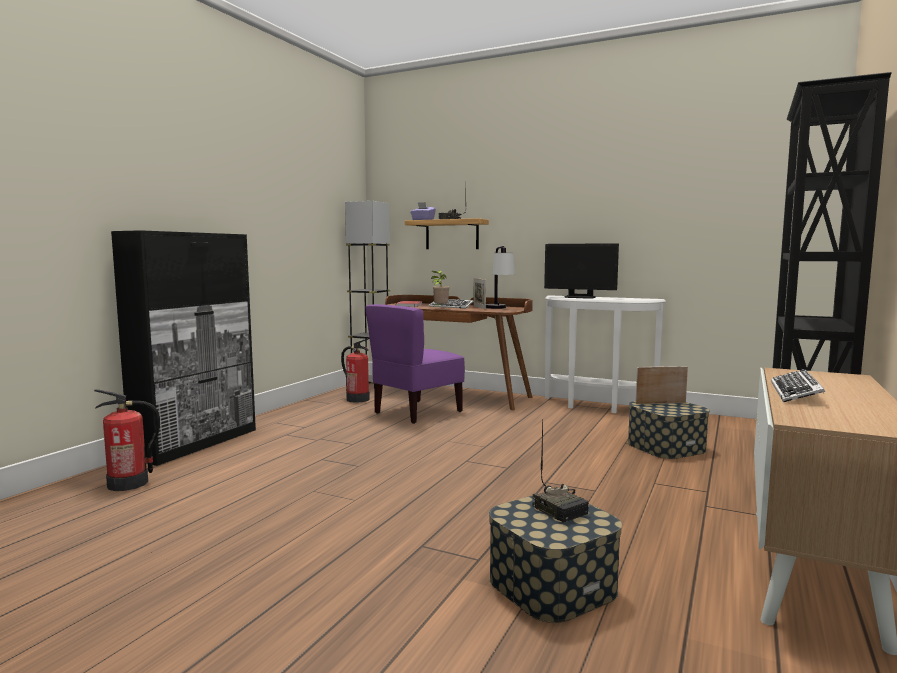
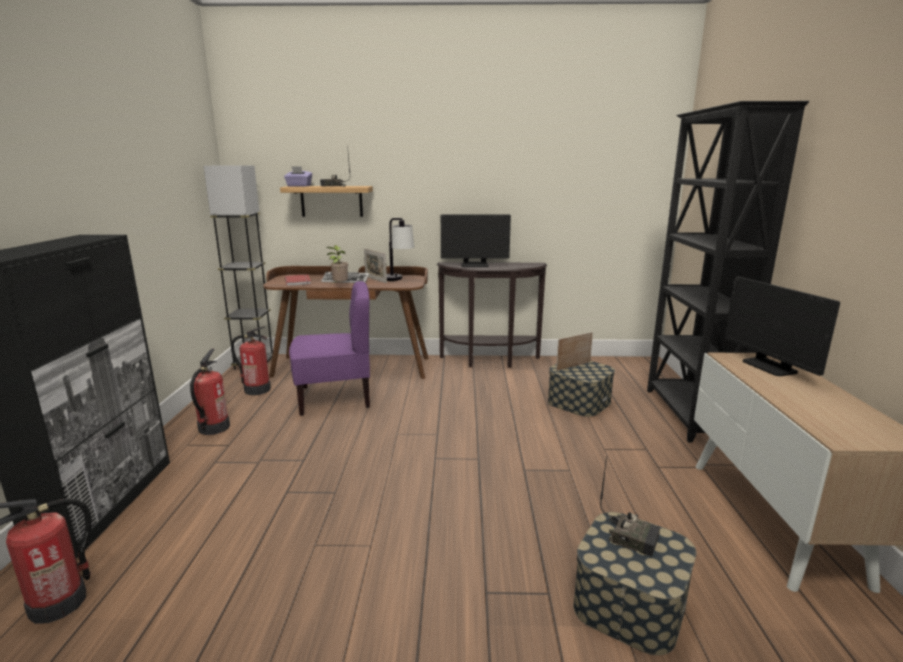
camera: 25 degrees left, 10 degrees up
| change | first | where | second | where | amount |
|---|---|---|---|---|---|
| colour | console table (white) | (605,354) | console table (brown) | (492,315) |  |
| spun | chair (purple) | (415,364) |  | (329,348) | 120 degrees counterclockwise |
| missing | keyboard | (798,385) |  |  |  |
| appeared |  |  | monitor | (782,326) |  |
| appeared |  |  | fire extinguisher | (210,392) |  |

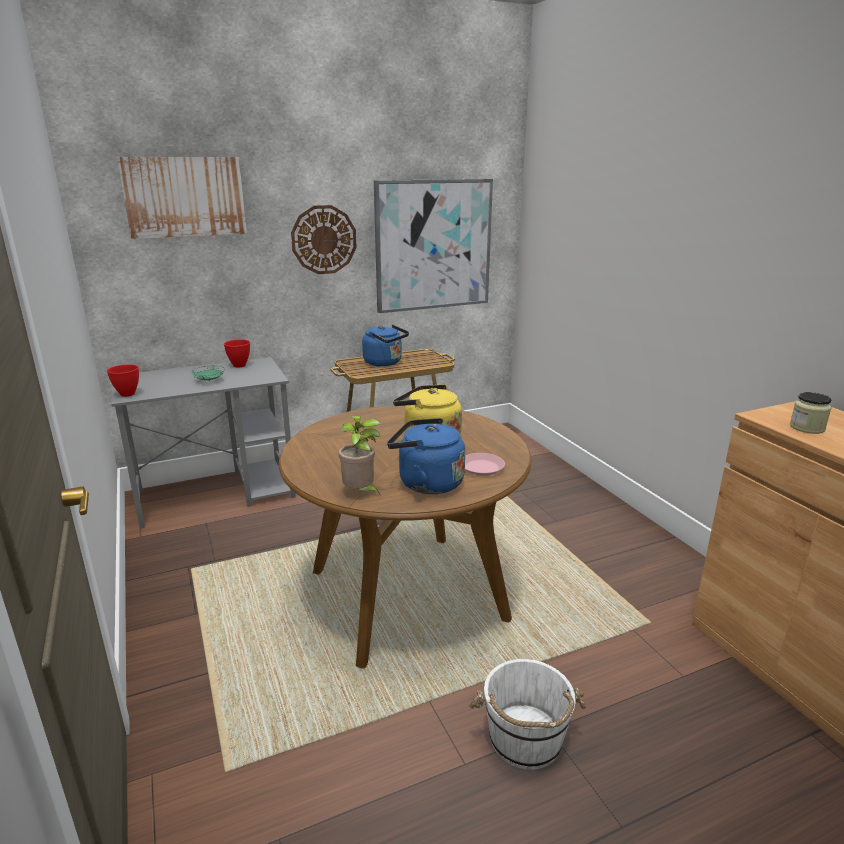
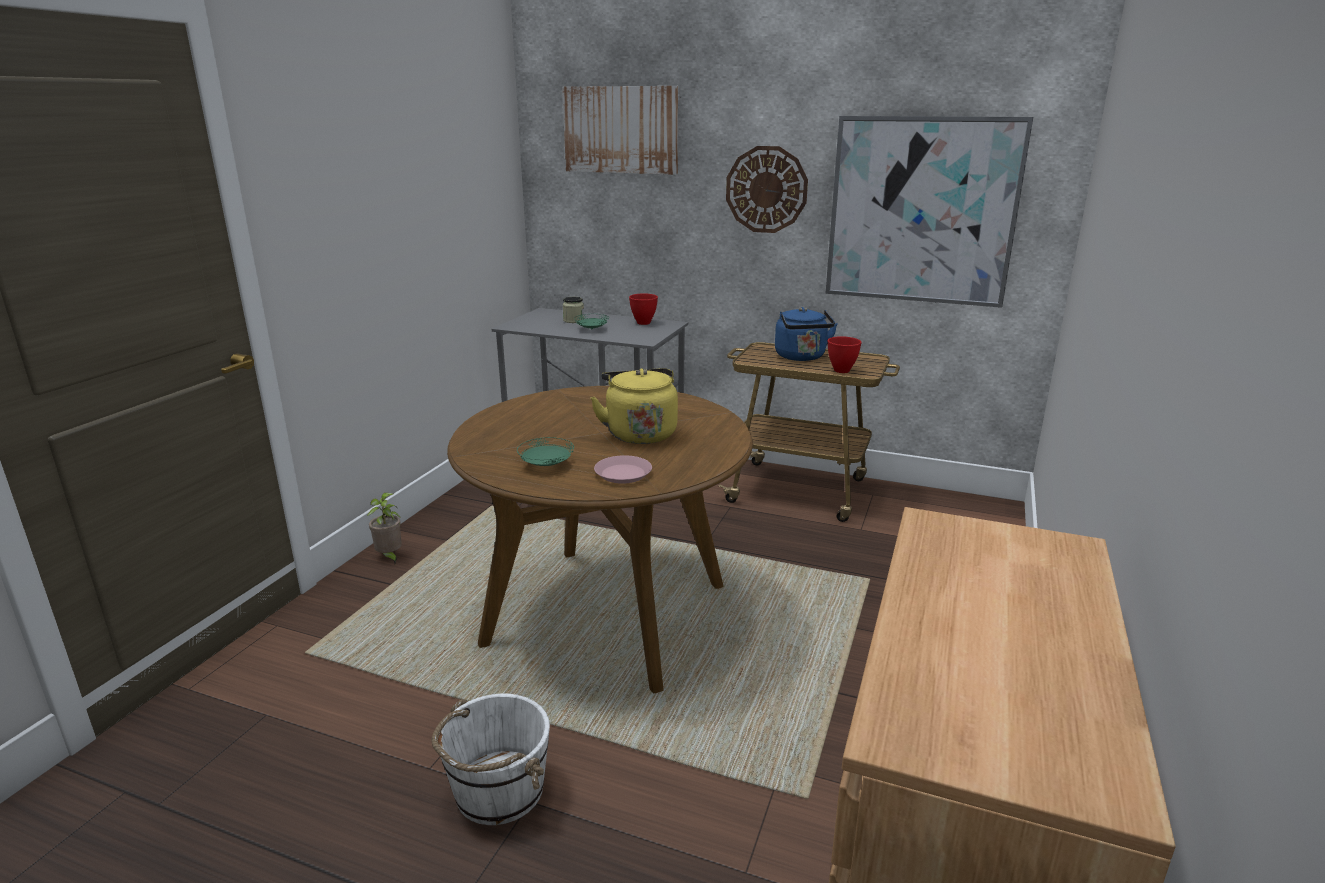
camera: 45 degrees right, 0 degrees up
| change | first | where | second | where | amount |
|---|---|---|---|---|---|
| relocated | bowl (red) | (123,380) |  | (845,354) |  |
| relocated | jar | (811,413) |  | (573,310) |  |
| relocated | potted plant | (360,455) |  | (384,528) |  |
| exchanged | kettle (blue) | (426,456) | plate (green) | (545,451) |  |

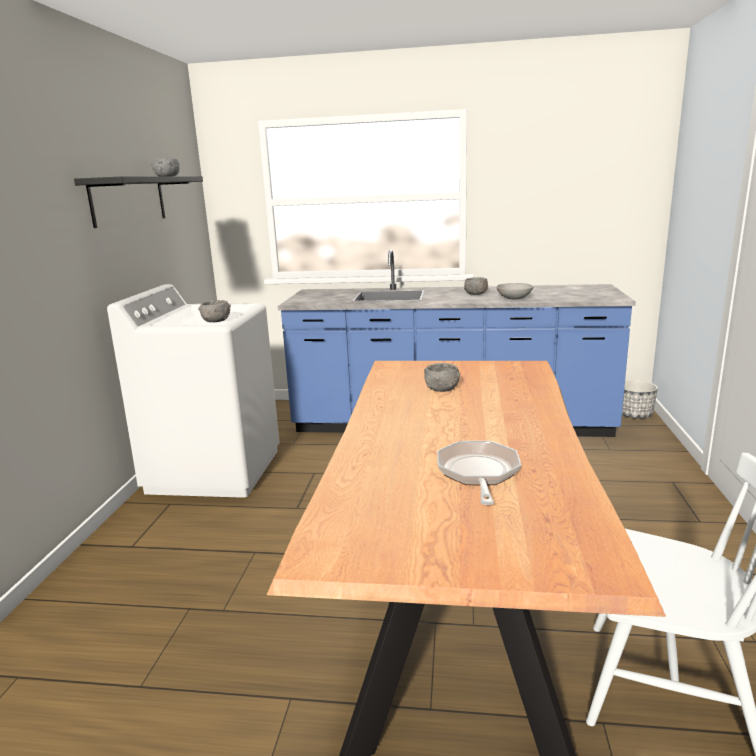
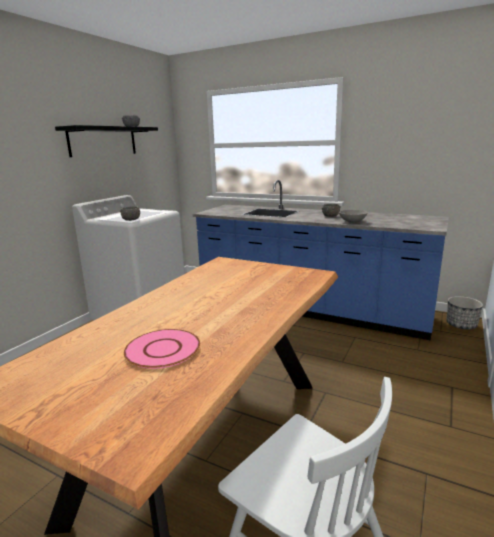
camera: 20 degrees right, 0 degrees up
| change | first | where | second | where | amount |
|---|---|---|---|---|---|
| missing | bowl (grey) | (442,377) |  |  |  |
| exchanged | frying pan | (479,473) | plate (pink) | (162,349) |  |

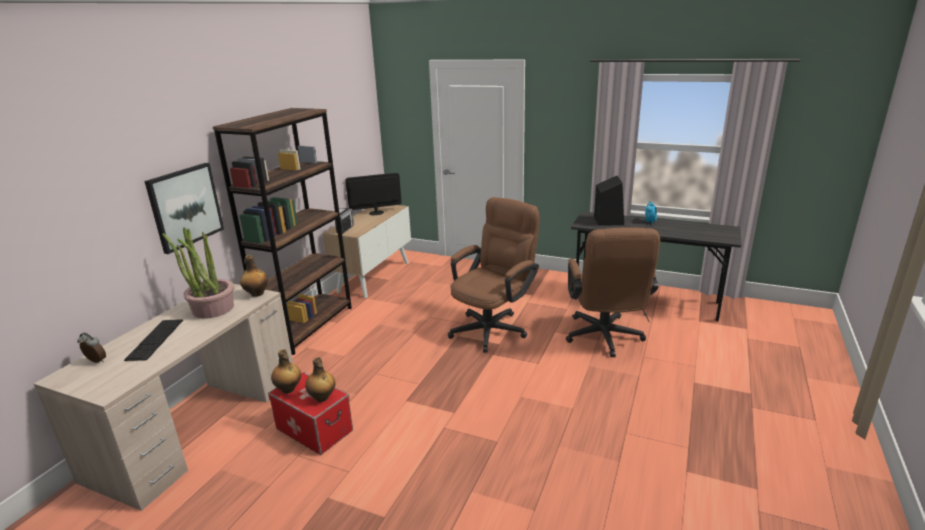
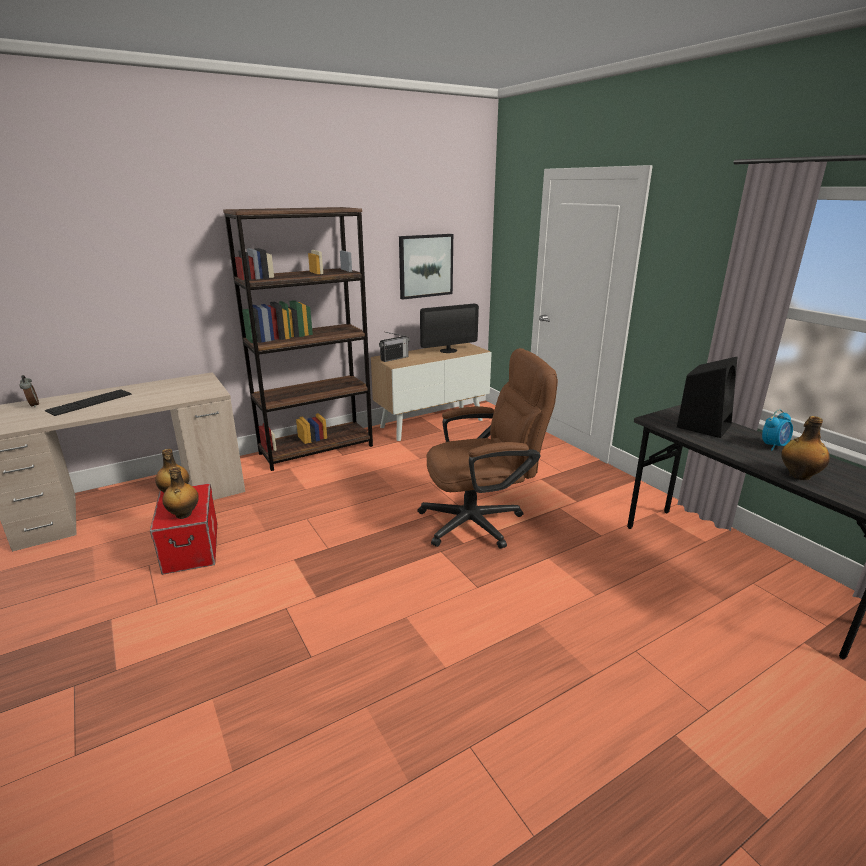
camera: 35 degrees right, 0 degrees up
| change | first | where | second | where | amount |
|---|---|---|---|---|---|
| relocated | picture | (184,208) |  | (426,267) |  |
| spun | monitor | (373,194) |  | (449,328) | 135 degrees clockwise |
| missing | potted plant | (198,273) |  |  |  |
| missing | office chair (brown) | (613,292) |  |  |  |
| relocated | bottle | (254,276) |  | (805,448) |  |

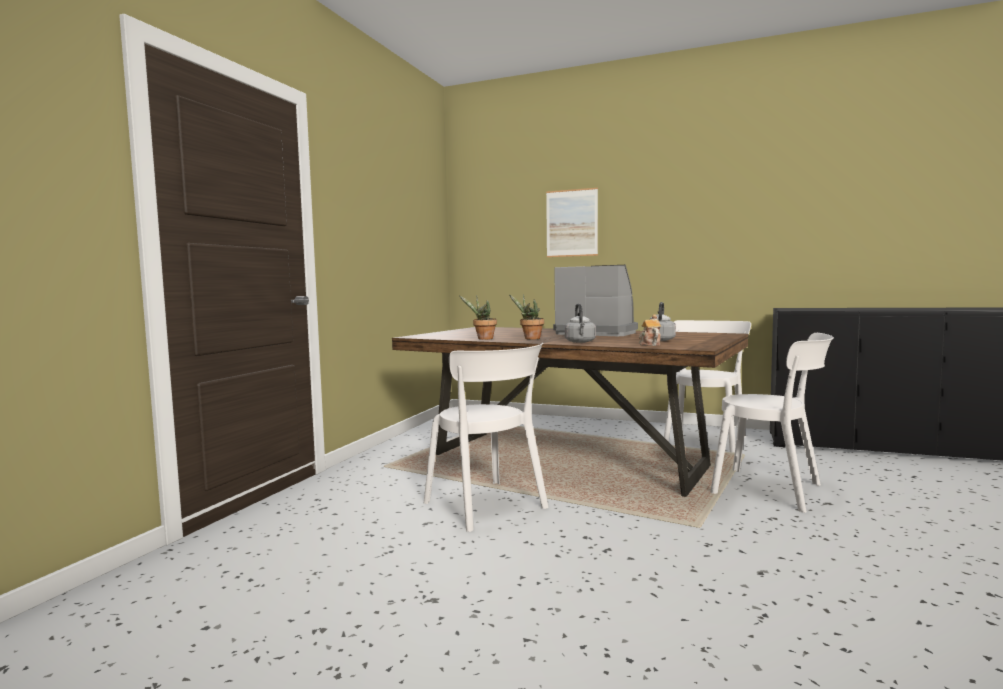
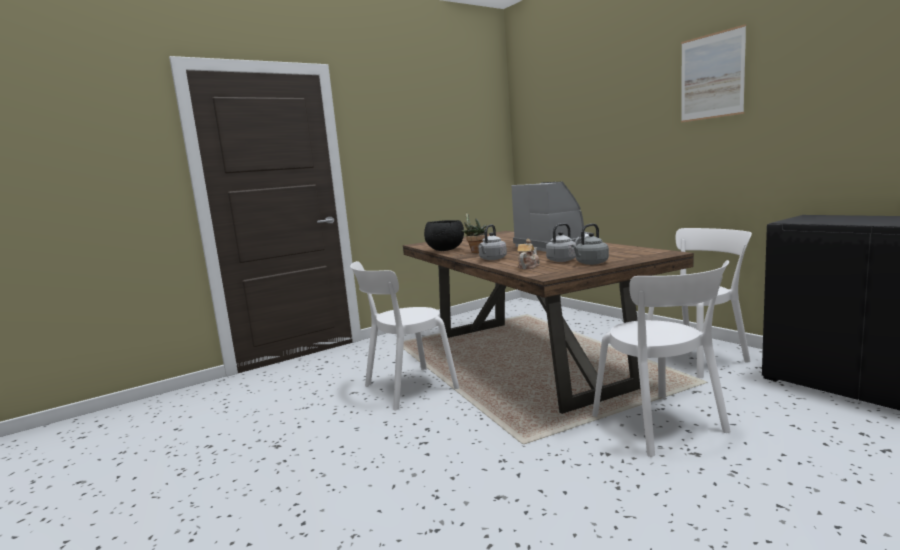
camera: 35 degrees right, 5 degrees up
| change | first | where | second | where | amount |
|---|---|---|---|---|---|
| relocated | picture | (572,222) |  | (713,73) |  |
| exchanged | potted plant | (478,317) | bowl (black) | (444,235) |  |
| spun | chair (white) | (486,437) |  | (404,336) | 60 degrees clockwise |
| appeared |  |  | kettle (grey) | (590,244) |  |

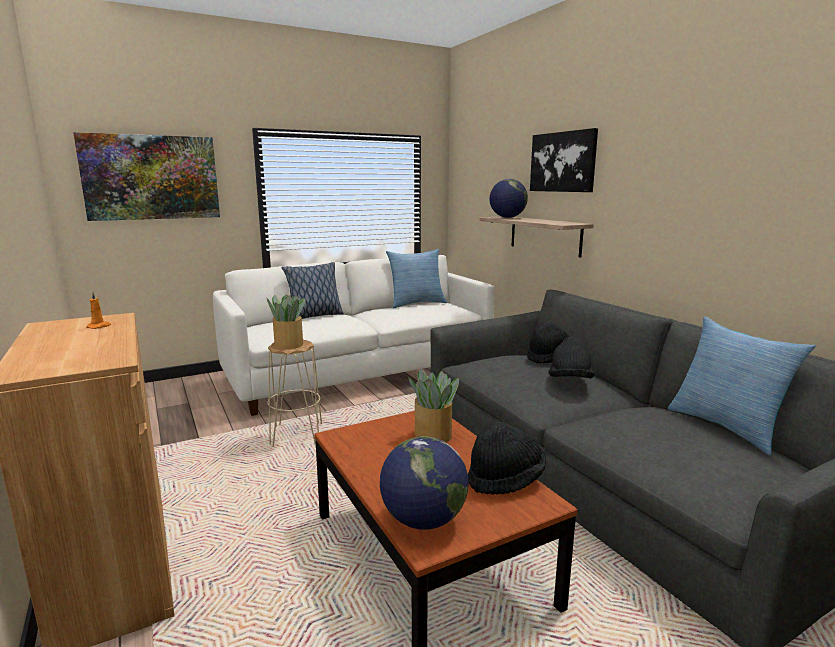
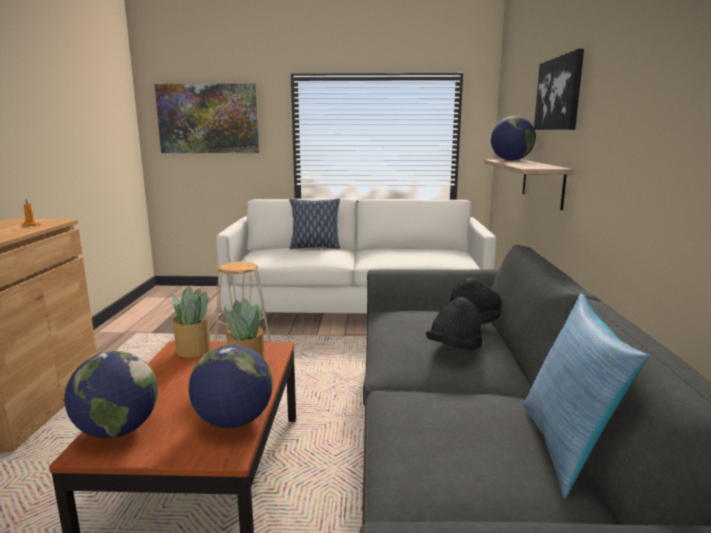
camera: 30 degrees right, 0 degrees up
| change | first | where | second | where | amount |
|---|---|---|---|---|---|
| missing | pillow | (416,278) |  |  |  |
| relocated | potted plant | (286,321) |  | (190,322) |  |
| exchanged | hat (black) | (507,458) | globe | (231,386) |  |

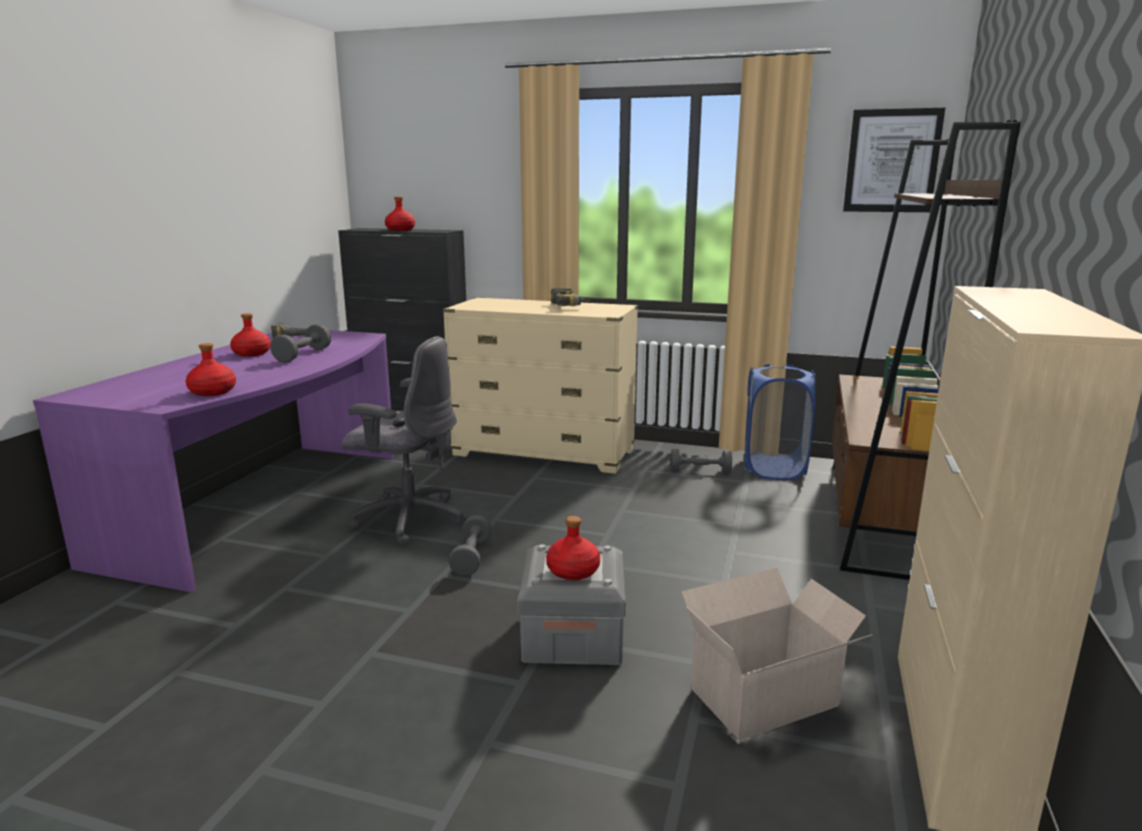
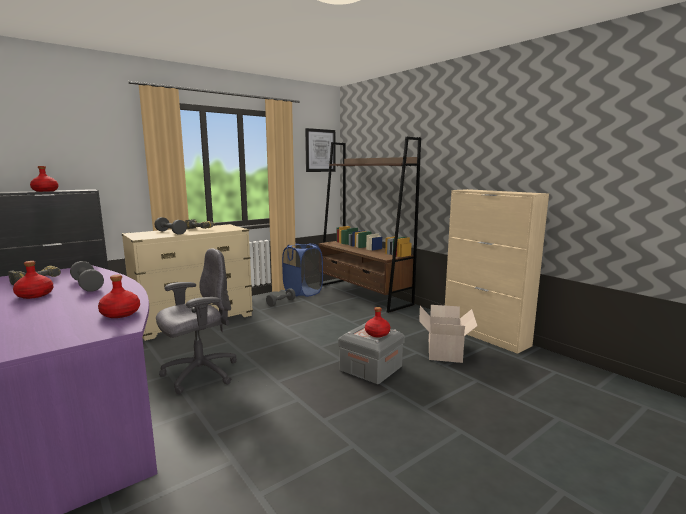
camera: 55 degrees left, 5 degrees down
| change | first | where | second | where | amount |
|---|---|---|---|---|---|
| relocated | dumbbell (grey) | (470,545) |  | (170,226) |  |

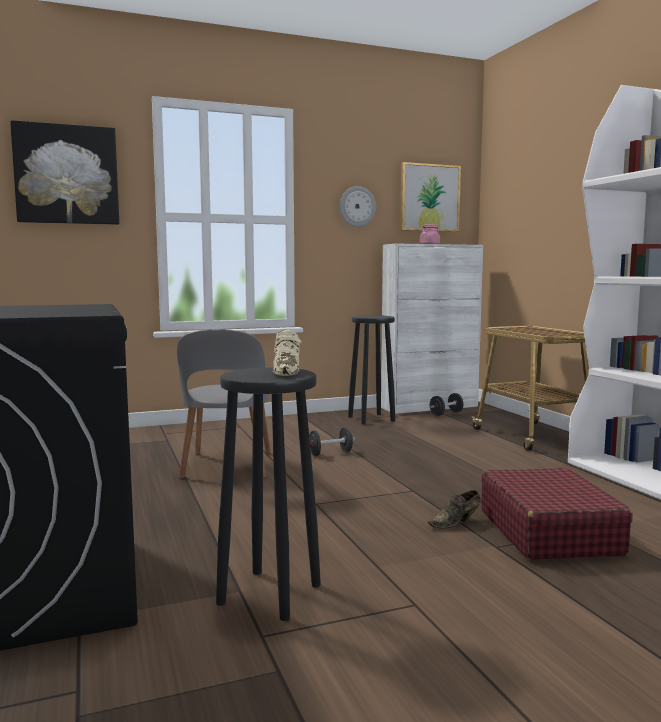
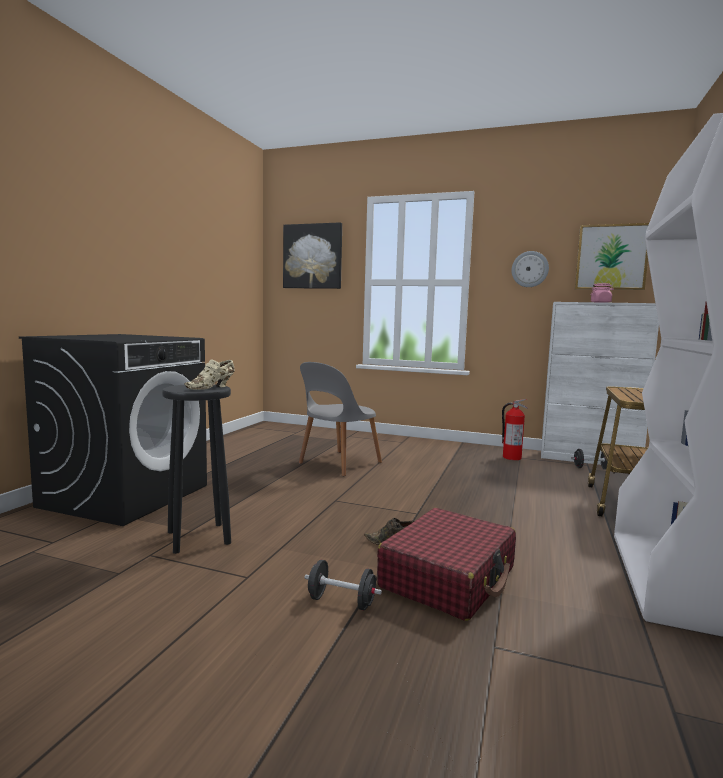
camera: 40 degrees right, 0 degrees up
| change | first | where | second | where | amount |
|---|---|---|---|---|---|
| exchanged | stool (black) | (371,369) | fire extinguisher | (515,429) |  |
| relocated | dumbbell (black) | (332,442) |  | (343,585) |  |

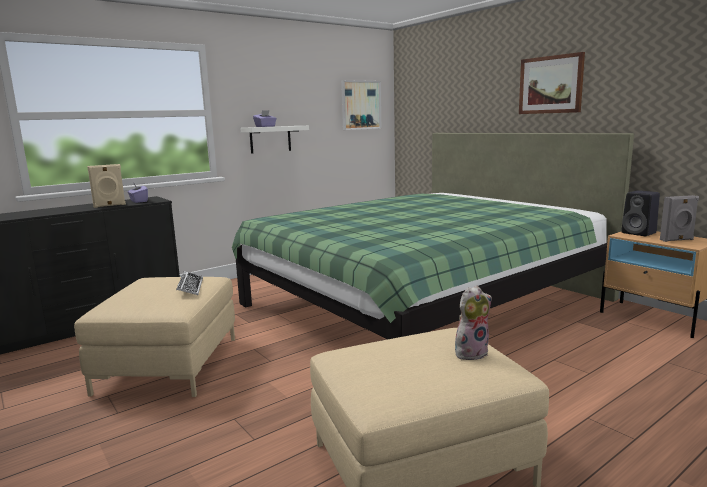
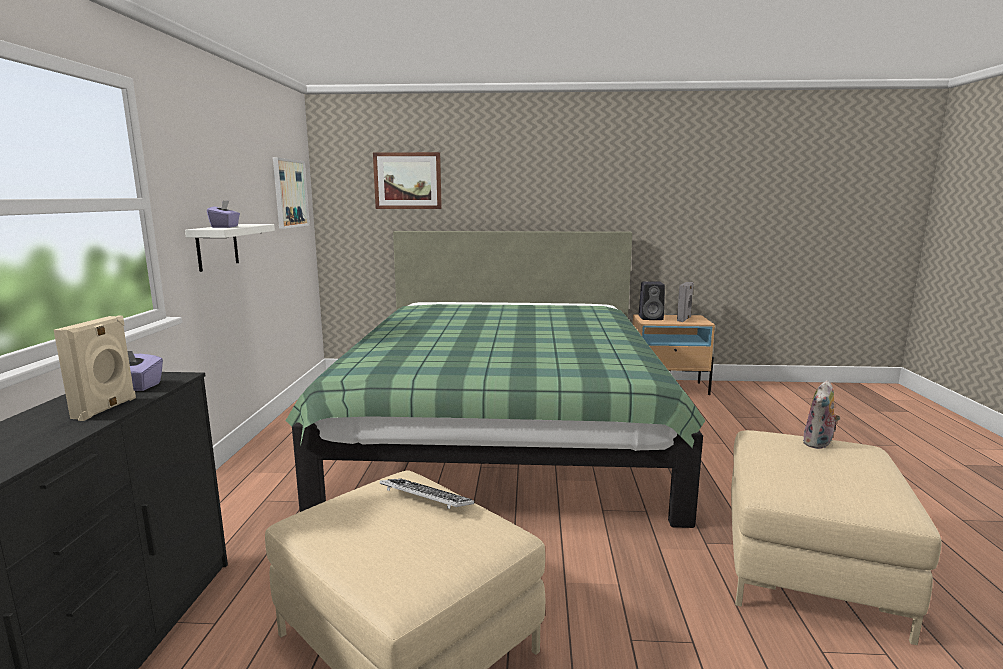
camera: 50 degrees left, 0 degrees up
| change | first | where | second | where | amount |
|---|---|---|---|---|---|
| relocated | picture | (552,83) |  | (407,180) |  |
| spun | plush toy | (473,323) |  | (821,414) | 150 degrees counterclockwise |

